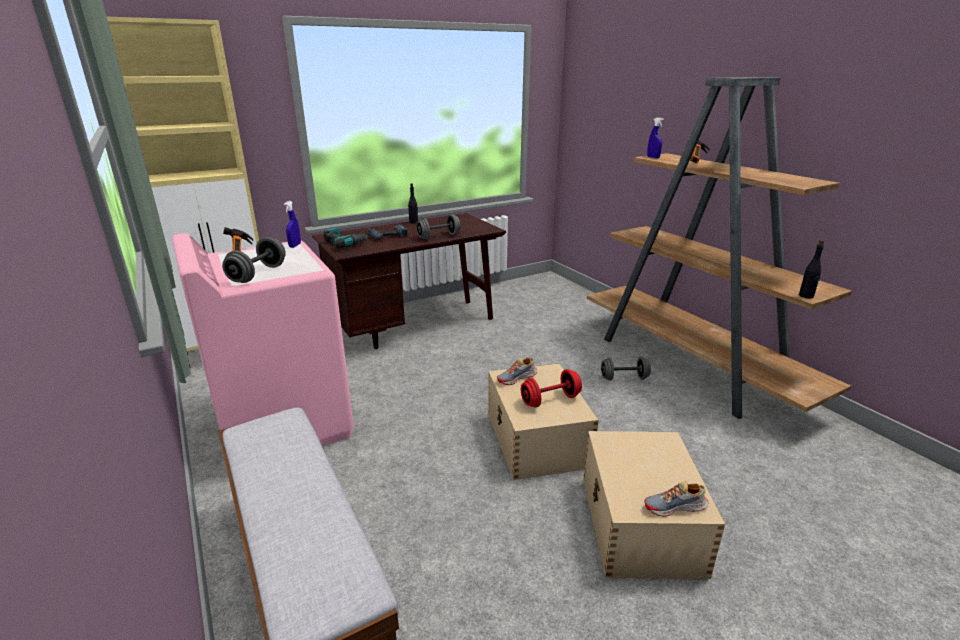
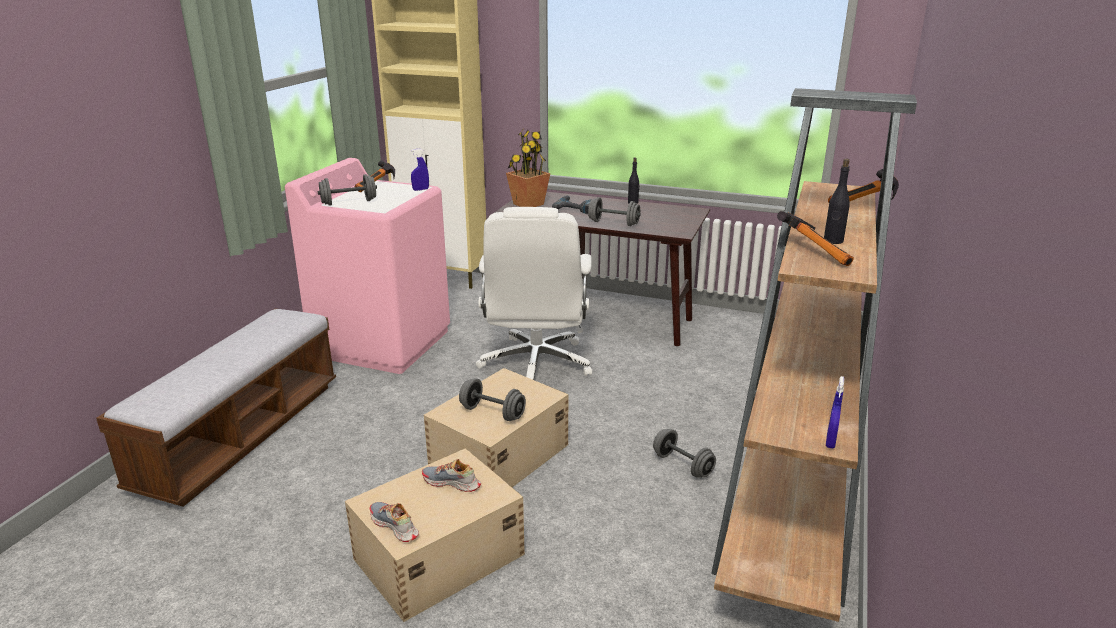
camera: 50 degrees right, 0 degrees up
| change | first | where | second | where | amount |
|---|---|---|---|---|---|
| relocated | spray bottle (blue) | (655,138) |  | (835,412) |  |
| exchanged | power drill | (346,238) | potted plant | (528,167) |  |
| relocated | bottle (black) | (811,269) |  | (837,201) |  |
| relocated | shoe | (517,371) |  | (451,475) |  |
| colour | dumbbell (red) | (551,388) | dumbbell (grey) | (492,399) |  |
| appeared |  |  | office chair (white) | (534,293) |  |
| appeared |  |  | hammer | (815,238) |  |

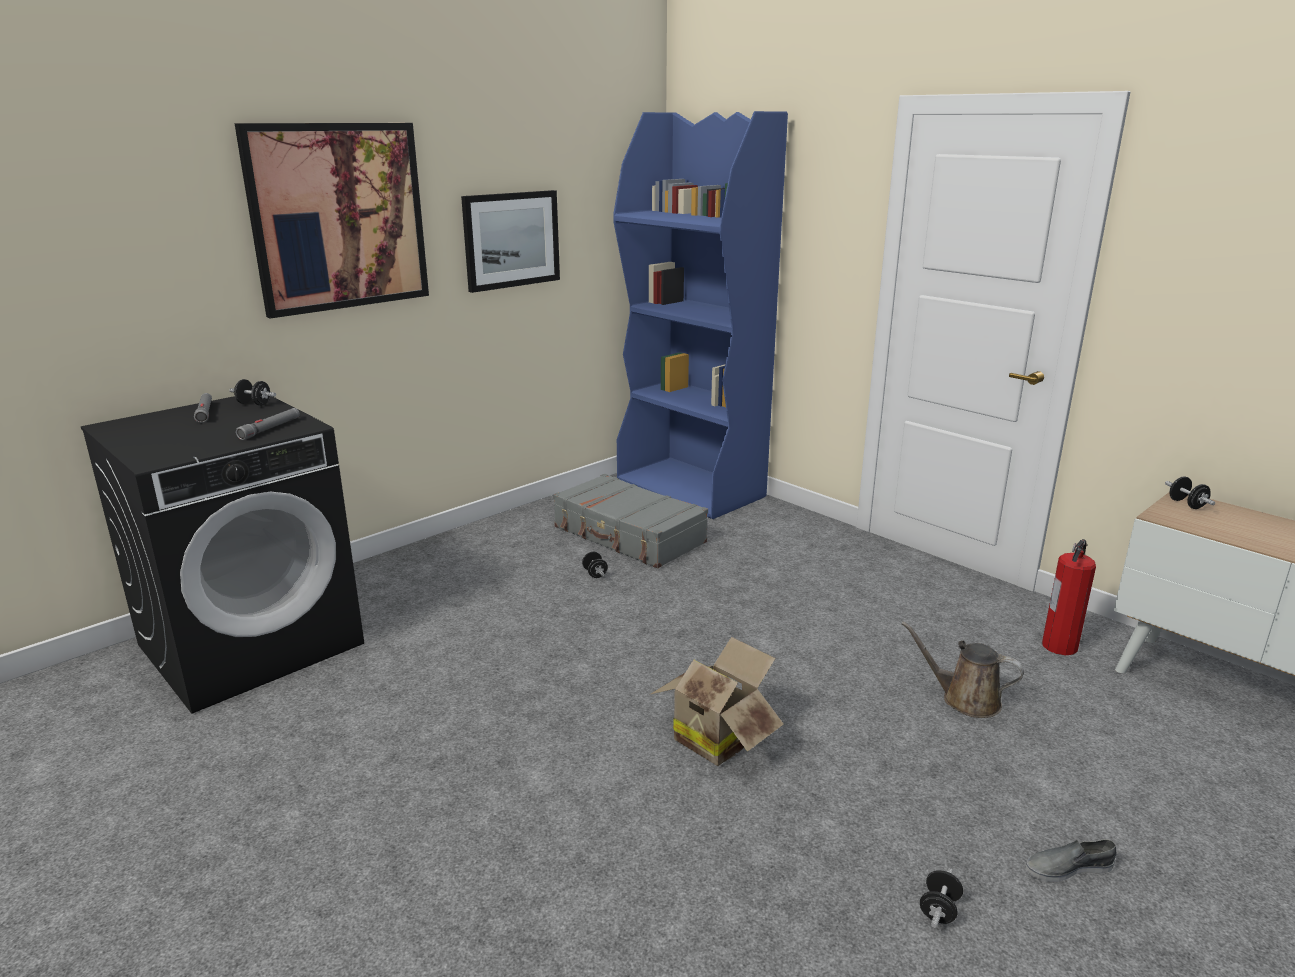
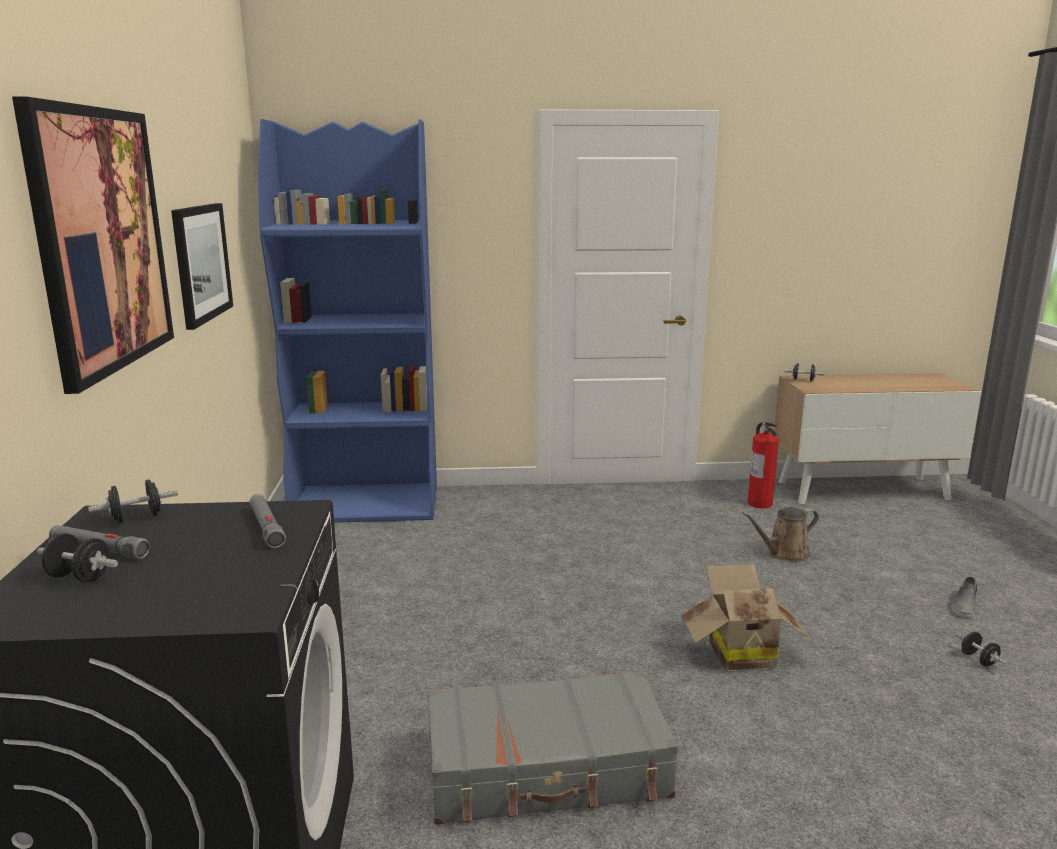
camera: 50 degrees left, 5 degrees down
| change | first | where | second | where | amount |
|---|---|---|---|---|---|
| relocated | suitcase (grey) | (630,521) |  | (552,747) |  |
| relocated | dumbbell (black) | (595,565) |  | (77,558) |  |

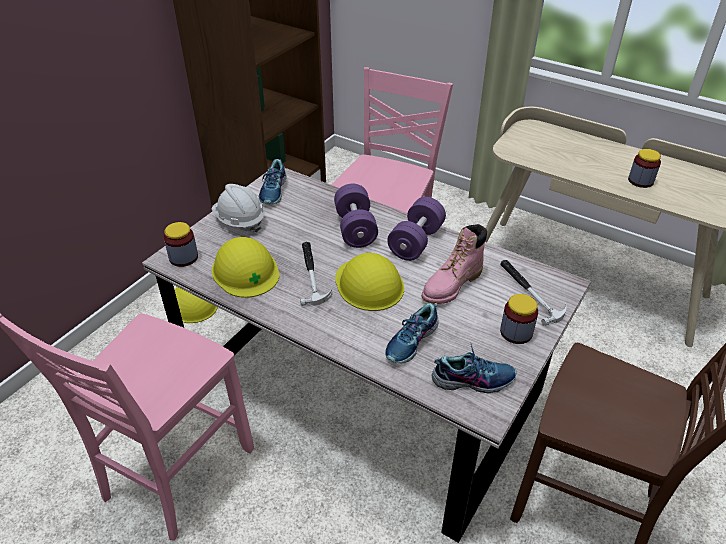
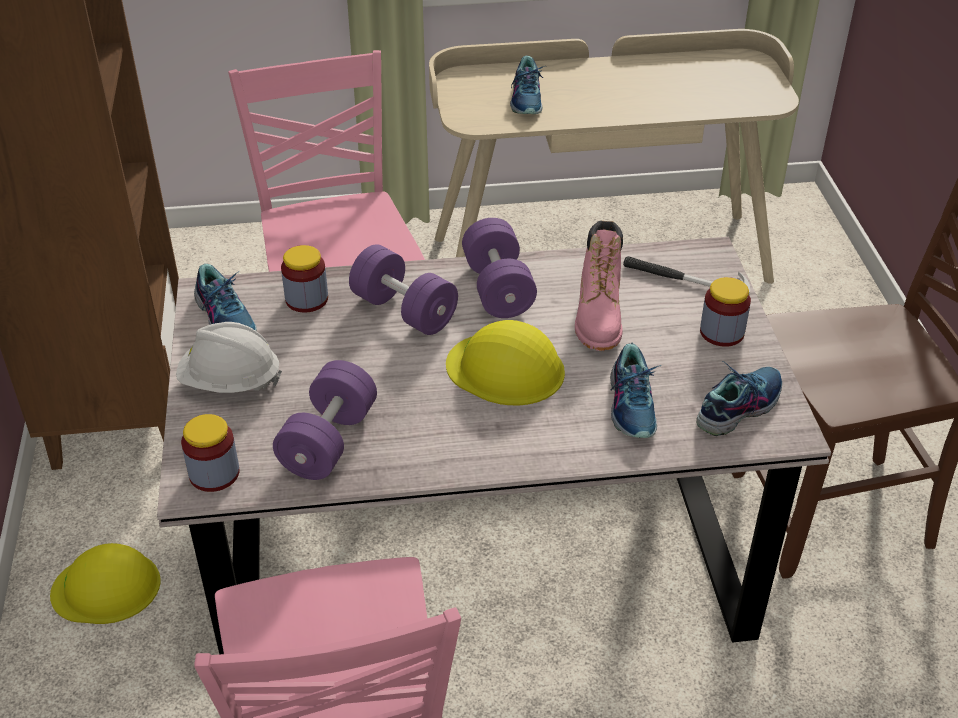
camera: 40 degrees left, 0 degrees up
| change | first | where | second | where | amount |
|---|---|---|---|---|---|
| relocated | jar | (644,168) |  | (304,279) |  |
| exchanged | hard hat (yellow) | (245,267) | dumbbell (purple) | (325,420) |  |
| missing | hammer | (316,274) |  |  |  |
| appeared |  |  | shoe | (527,85) |  |

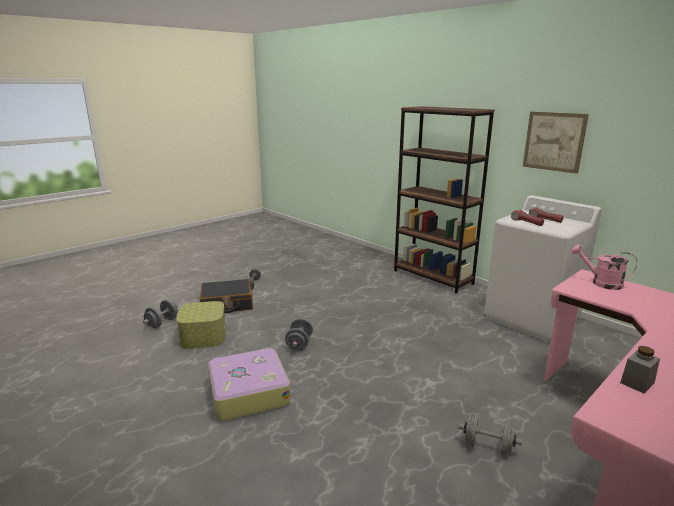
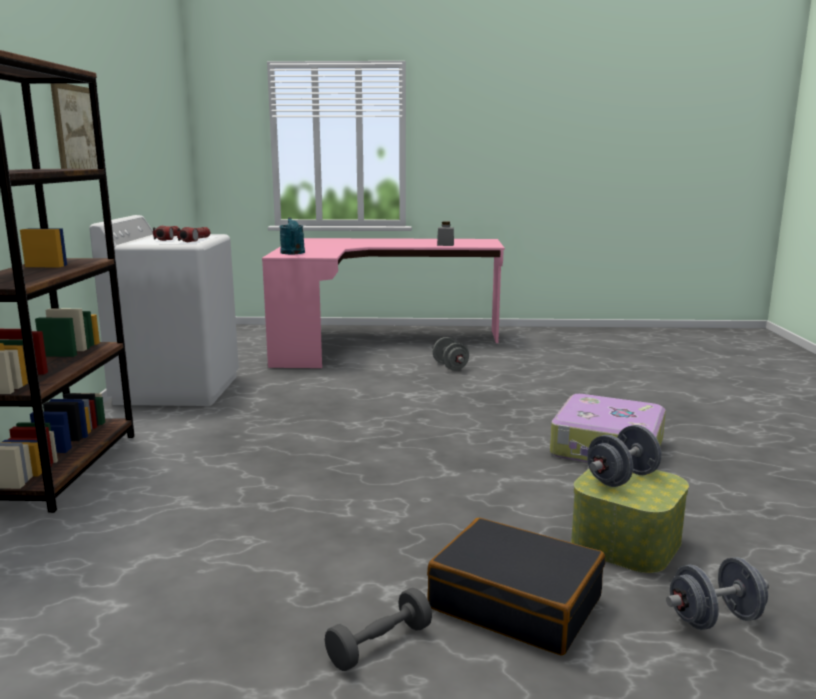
camera: 135 degrees left, 5 degrees down
| change | first | where | second | where | amount |
|---|---|---|---|---|---|
| colour | watering can (pink) | (604,267) | watering can (turquoise) | (292,235) |  |
| relocated | dumbbell (grey) | (299,334) |  | (624,456) |  |

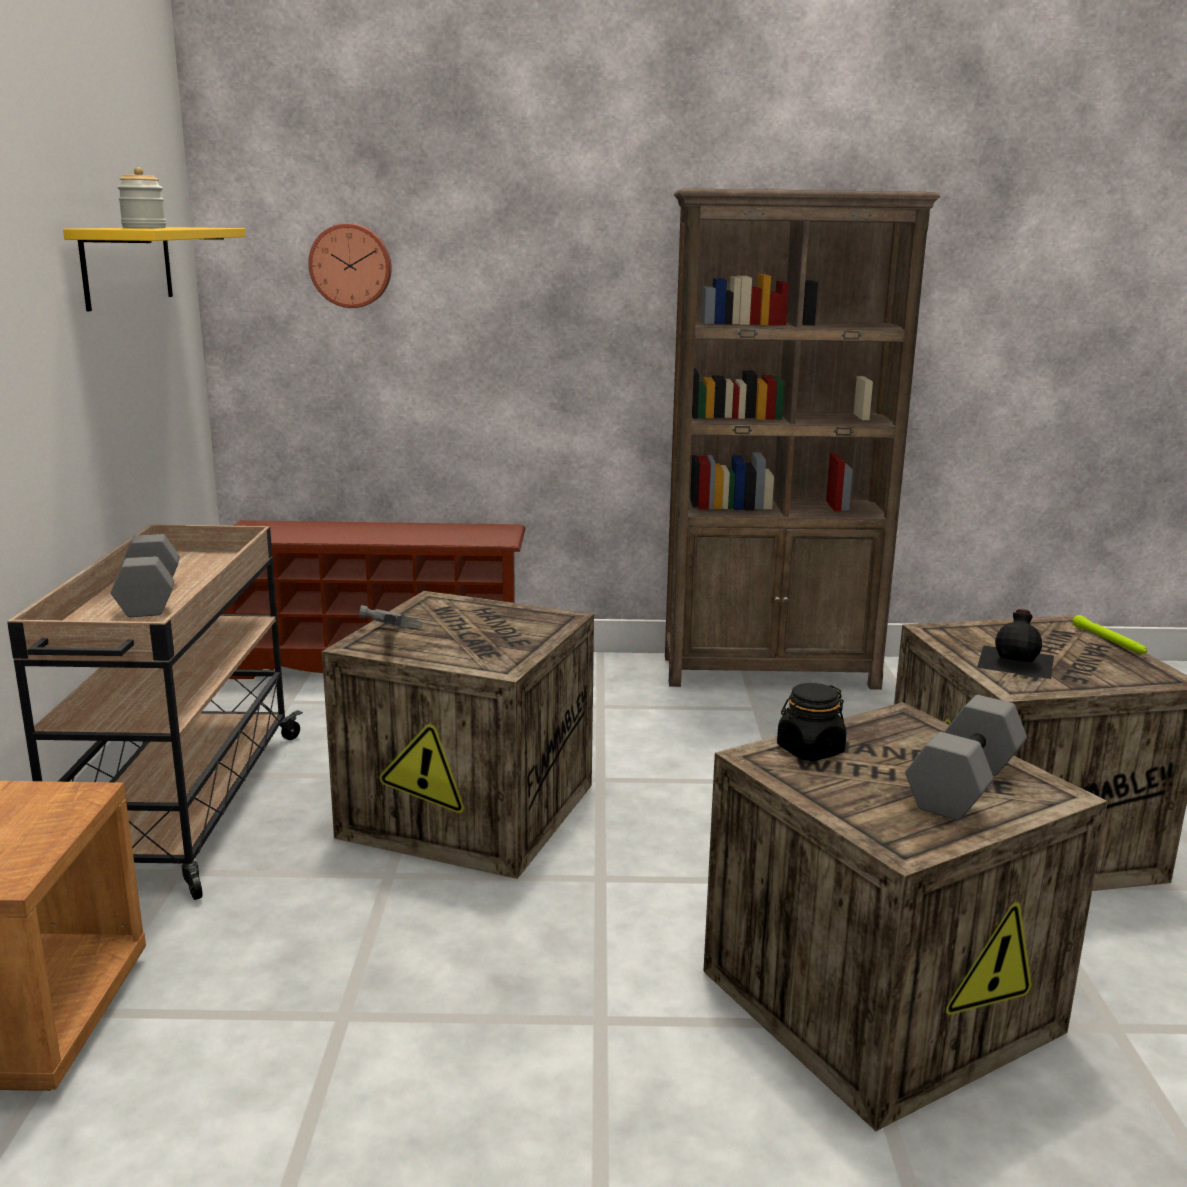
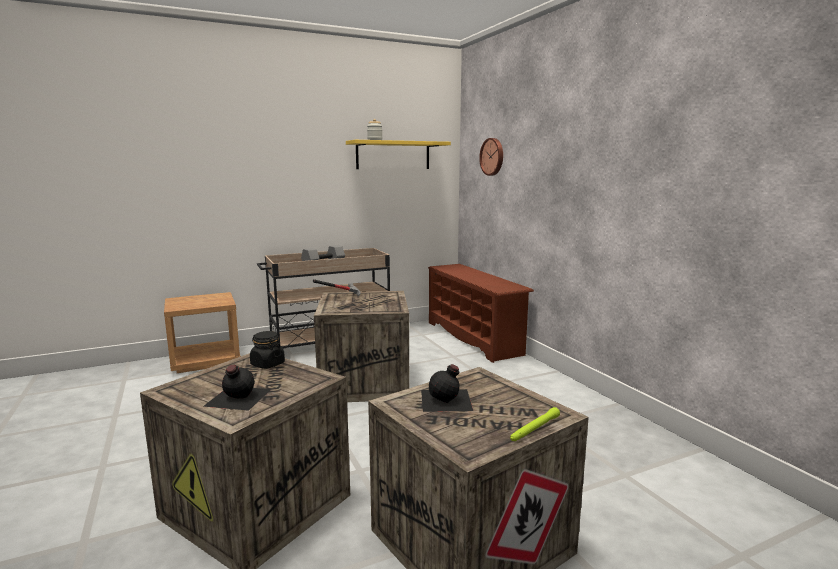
camera: 65 degrees right, 5 degrees down
| change | first | where | second | where | amount |
|---|---|---|---|---|---|
| missing | bookcase (brown) | (802,439) |  |  |  |
| exchanged | dumbbell (grey) | (966,757) | bottle (black) | (237,388) |  |

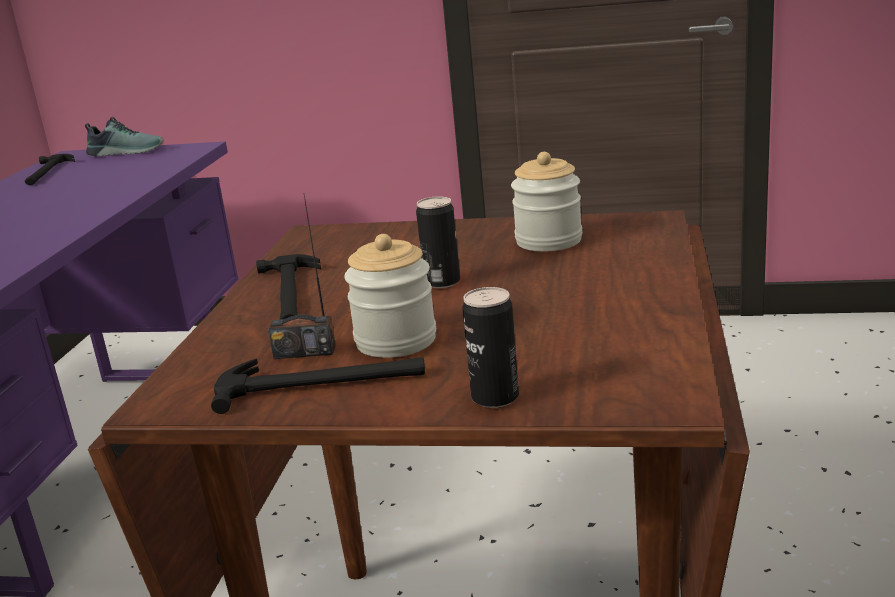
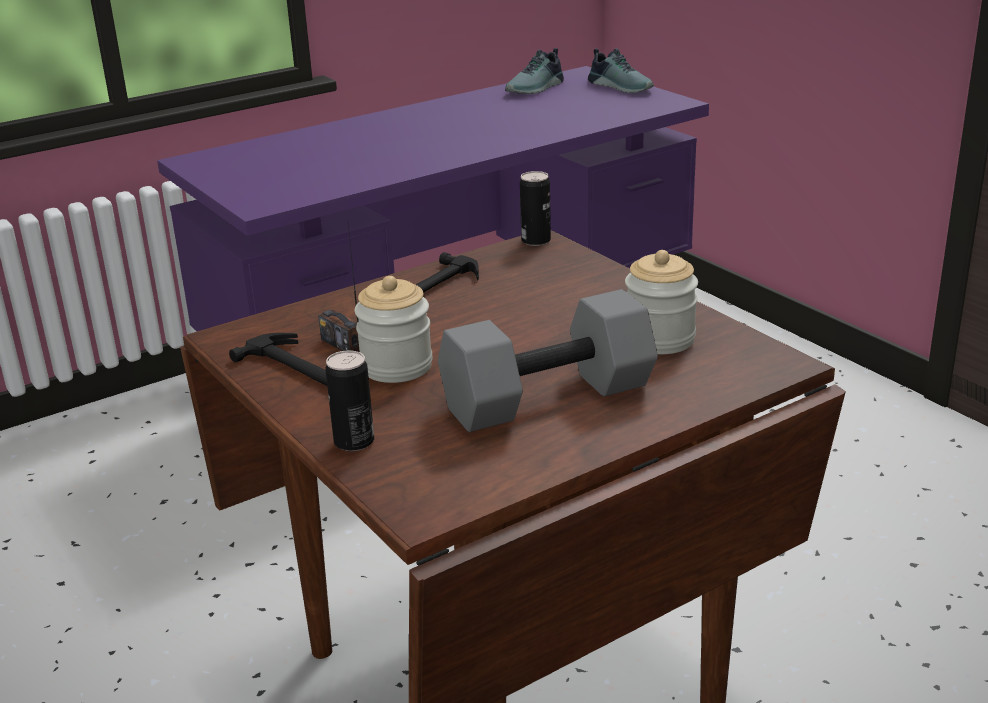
camera: 45 degrees right, 5 degrees up
| change | first | where | second | where | amount |
|---|---|---|---|---|---|
| exchanged | hammer | (50,169) | shoe | (534,71) |  |
| relocated | can | (438,242) |  | (535,208) |  |
| appeared |  |  | dumbbell (grey) | (548,360) |  |

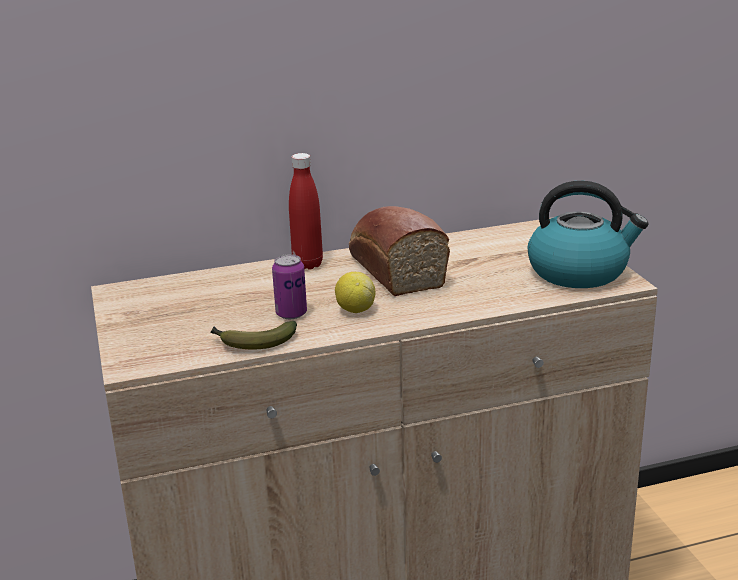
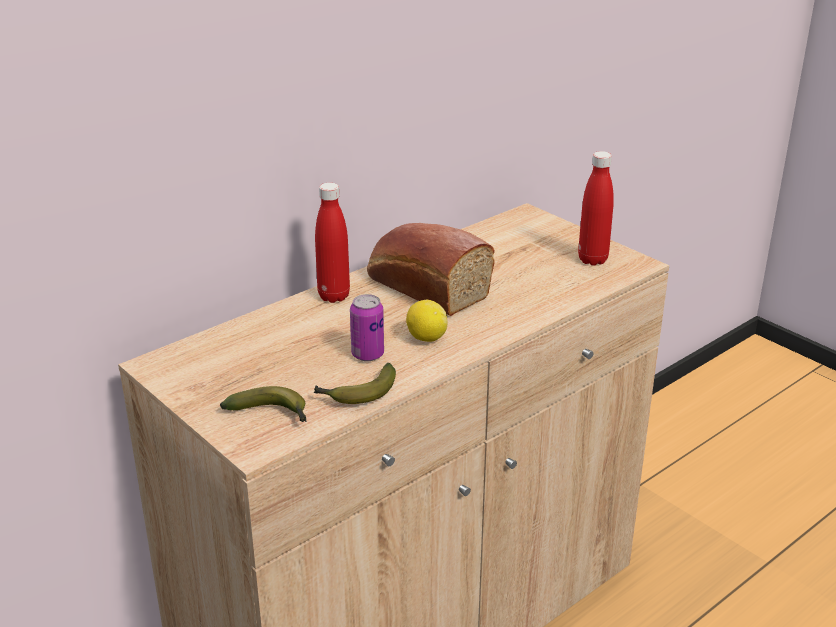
camera: 25 degrees left, 5 degrees up
| change | first | where | second | where | amount |
|---|---|---|---|---|---|
| exchanged | kettle | (588,234) | bottle (red) | (596,208) |  |
| appeared |  |  | banana | (263,404) |  |

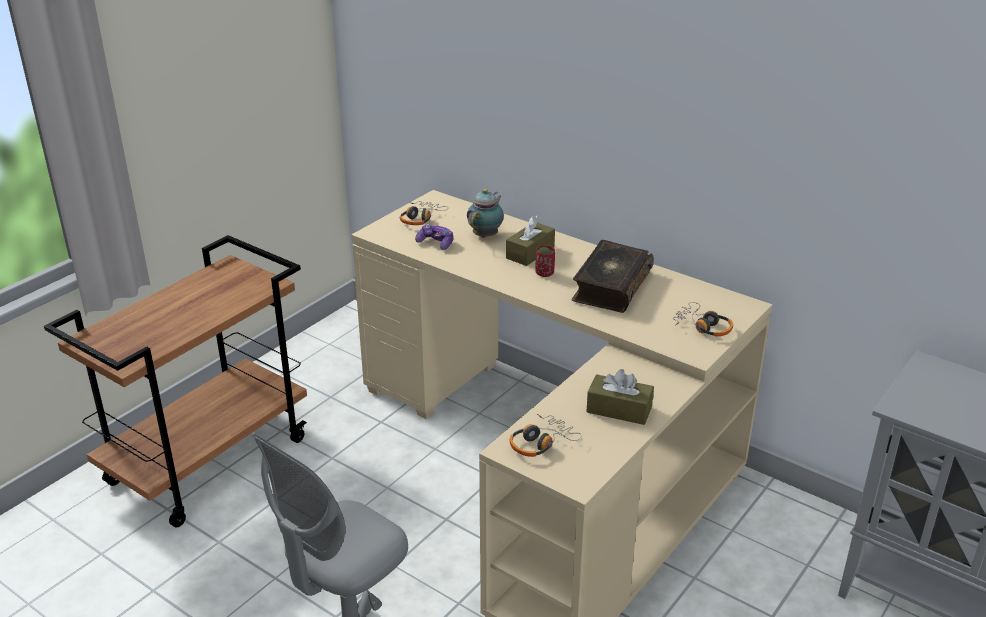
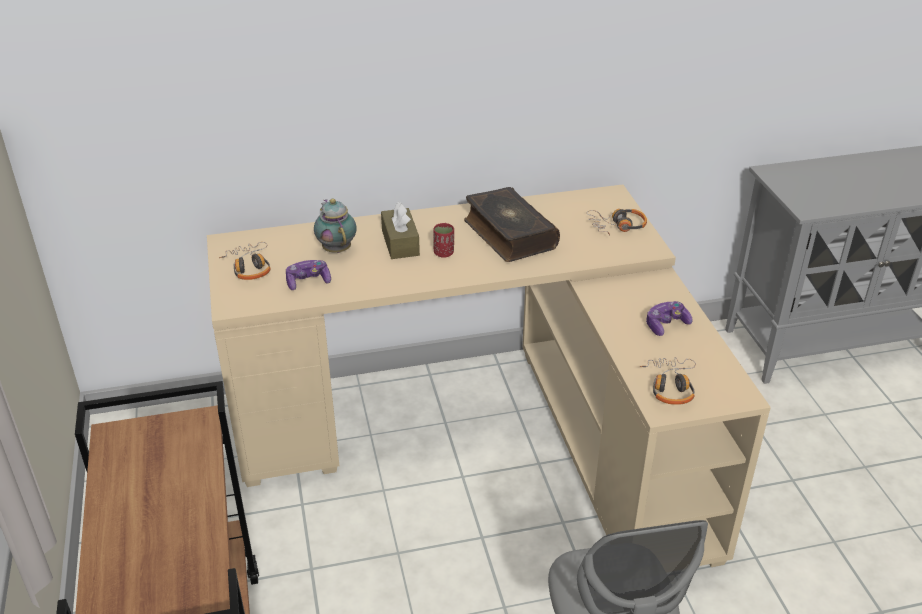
camera: 50 degrees left, 5 degrees up
| change | first | where | second | where | amount |
|---|---|---|---|---|---|
| exchanged | tissue box (brown) | (620,397) | game controller | (669,318) |  |

